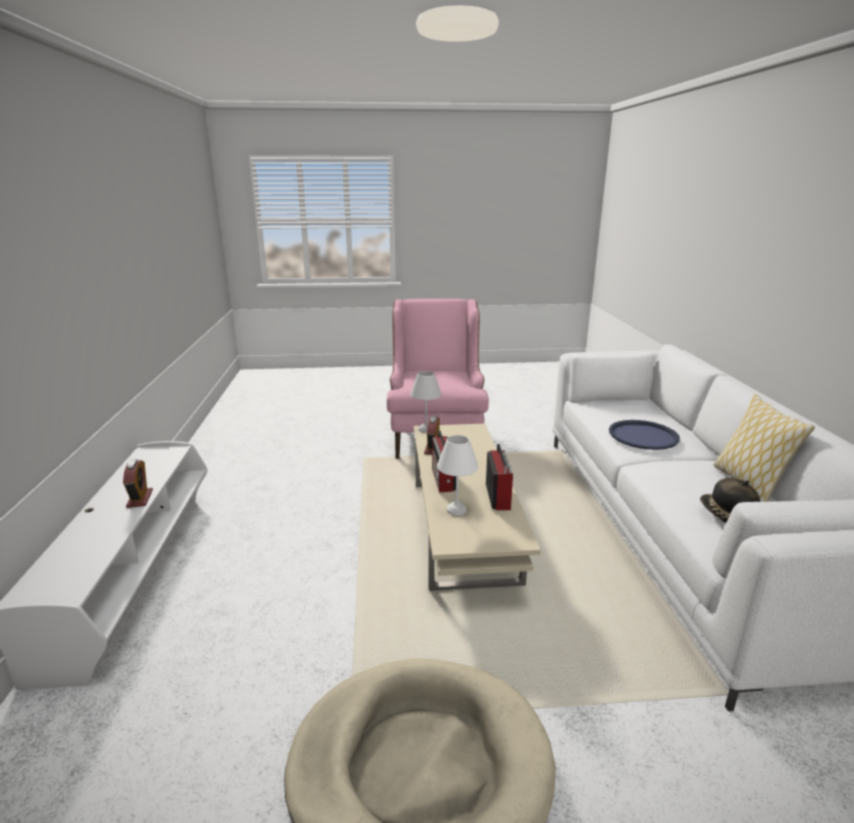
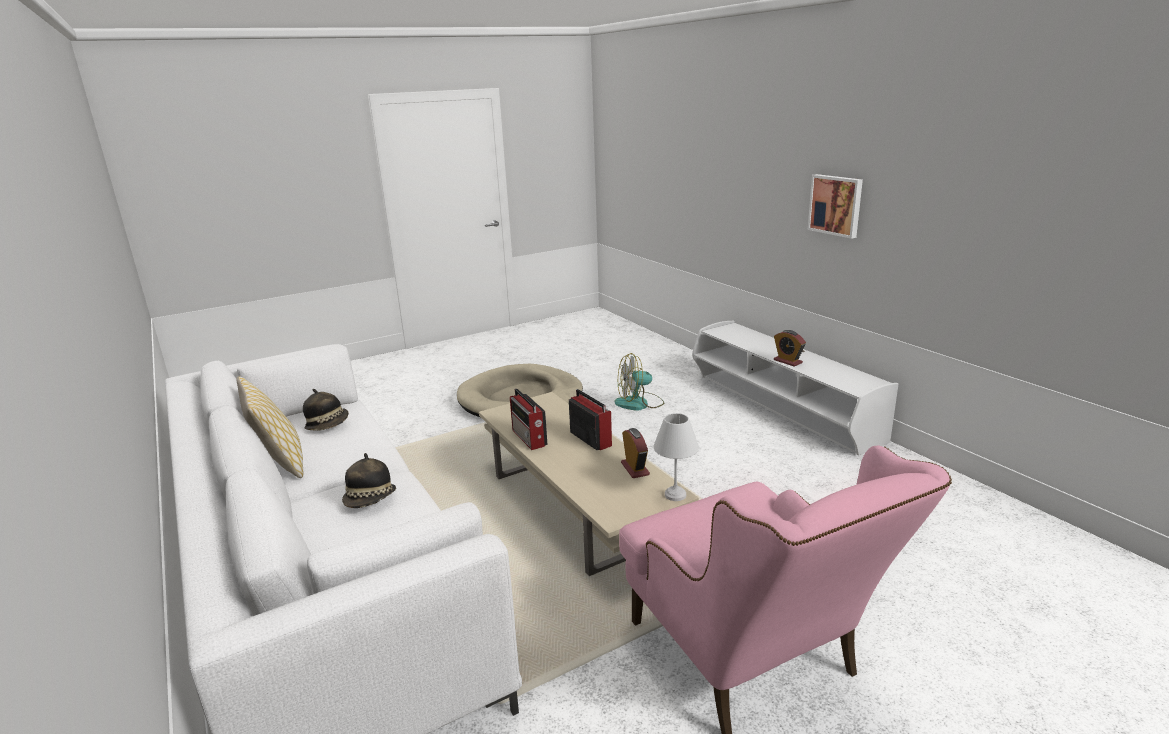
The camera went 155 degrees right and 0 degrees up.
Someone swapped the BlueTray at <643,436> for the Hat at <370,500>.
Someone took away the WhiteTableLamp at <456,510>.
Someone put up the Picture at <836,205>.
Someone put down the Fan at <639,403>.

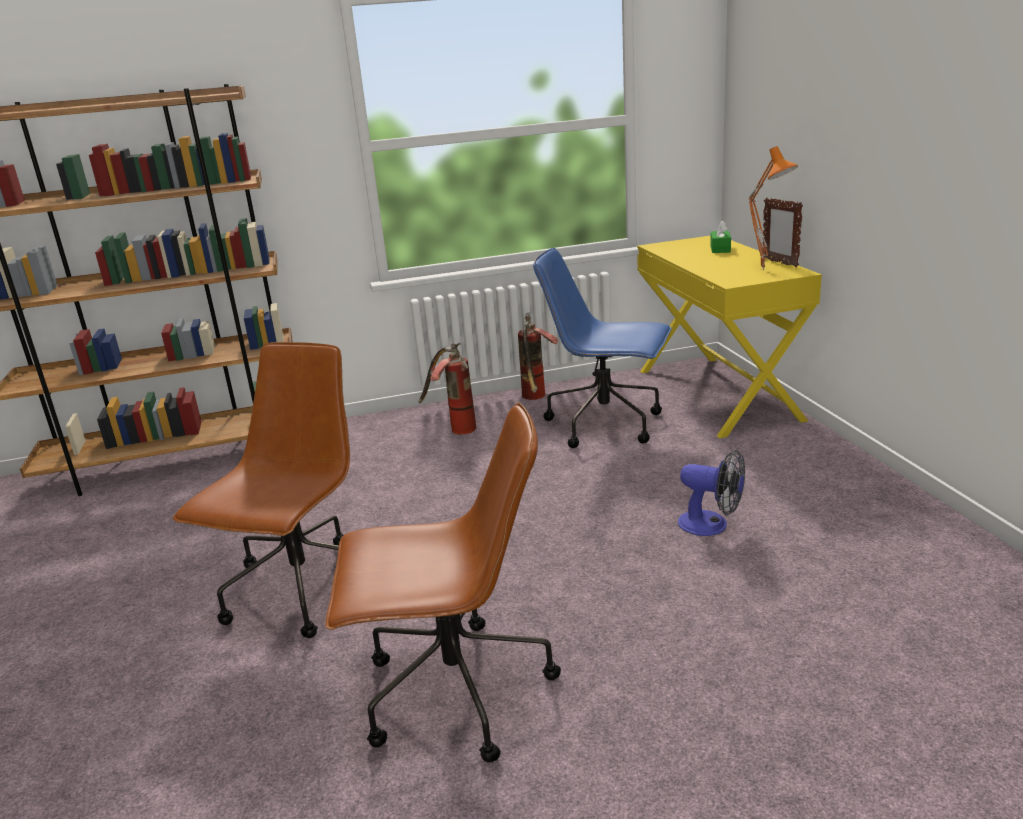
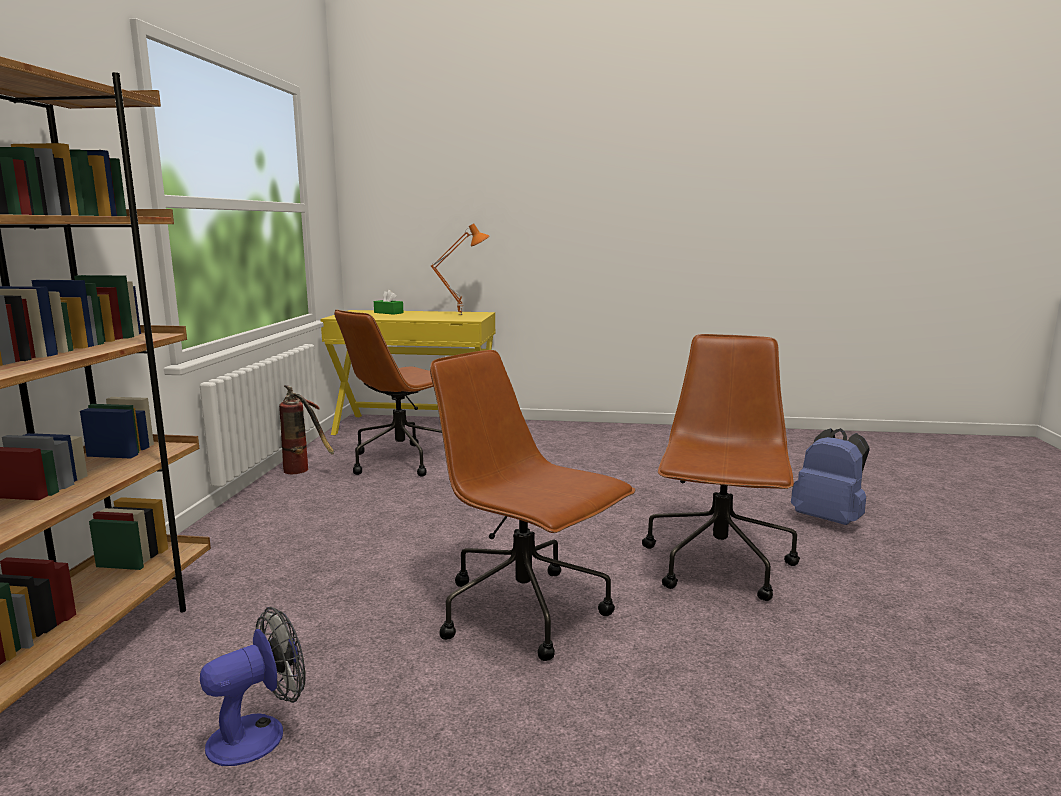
The camera went 70 degrees left and 10 degrees down.
Someone took away the PictureFrame at <779,263>.
Someone repainted the BlueOfficeChair at <606,424>, which became the BrownOfficeChair at <402,460>.
Someone took away the FireExtinguisher at <453,429>.
Someone carried the Fan from <711,525> to <259,733>.
Someone put down the BlueBackpack at <829,520>.

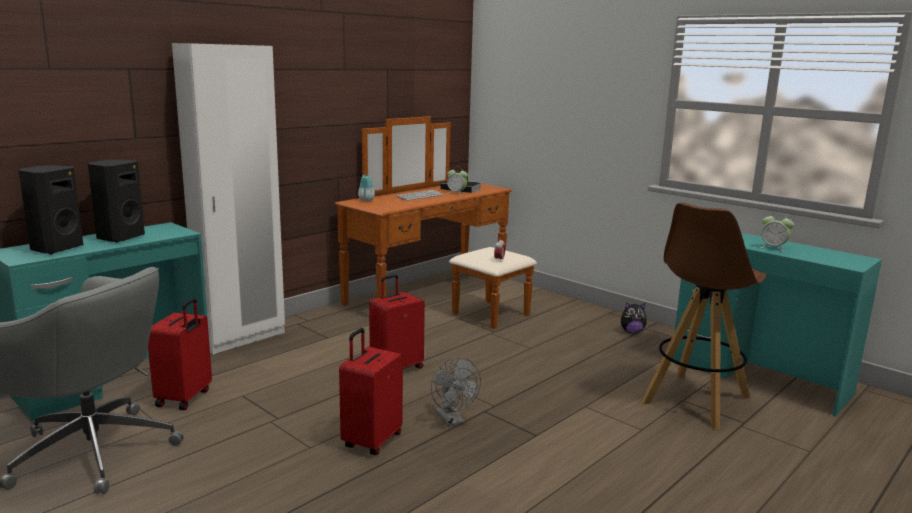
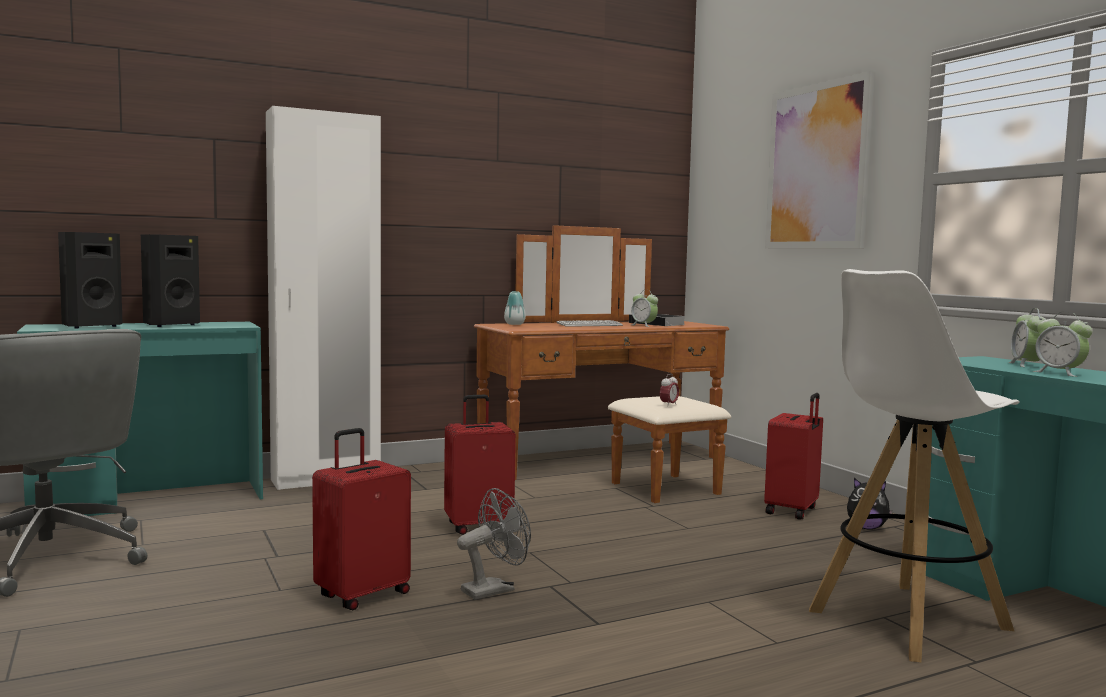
The camera went 20 degrees right and 10 degrees down.
Someone repainted the BrownStool at <695,400>, which became the WhiteStool at <906,620>.
Someone carried the RedSuitcase from <185,398> to <793,511>.
Someone rotated the GreyFan at <452,420> by 120 degrees counterclockwise.
Someone put up the Picture at <817,167>.
Someone put down the AlarmClock at <1027,365>.

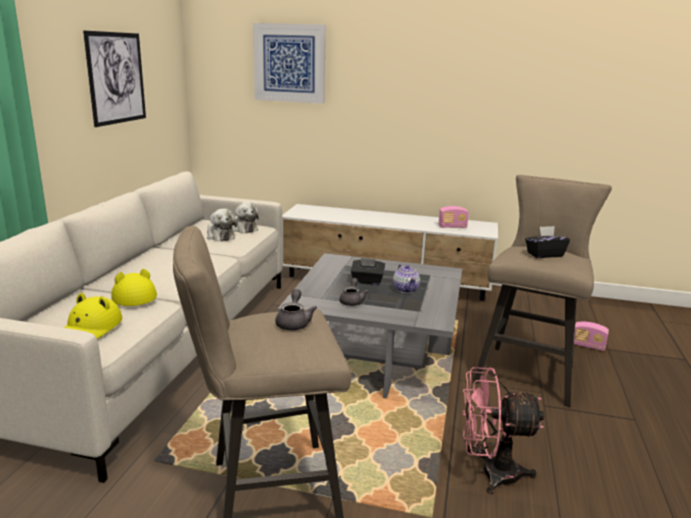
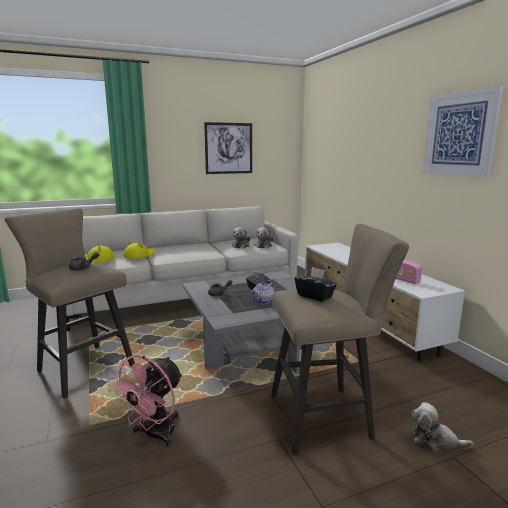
The camera went 55 degrees right and 5 degrees down.
Someone carried the Picture from <289,63> to <459,134>.
Someone swapped the Radio at <588,346> for the PlushToy at <435,441>.
Someone rotated the PinkFan at <490,473> by 120 degrees counterclockwise.

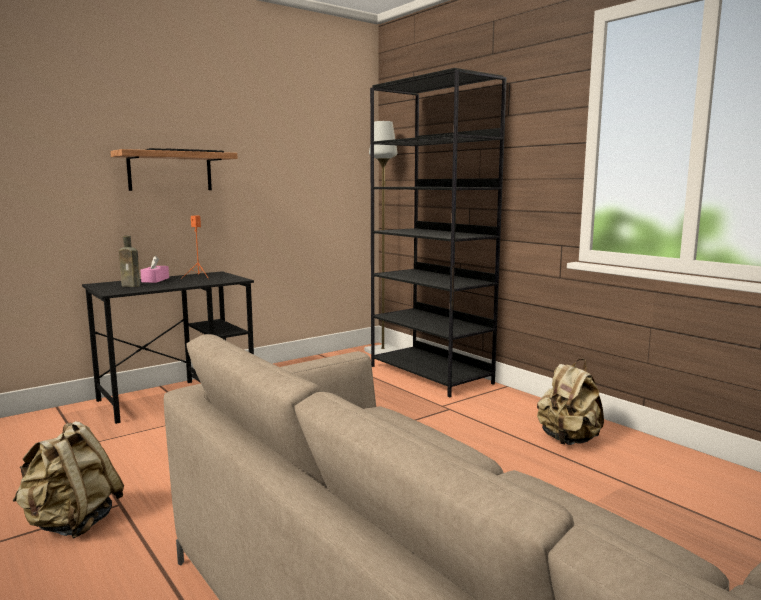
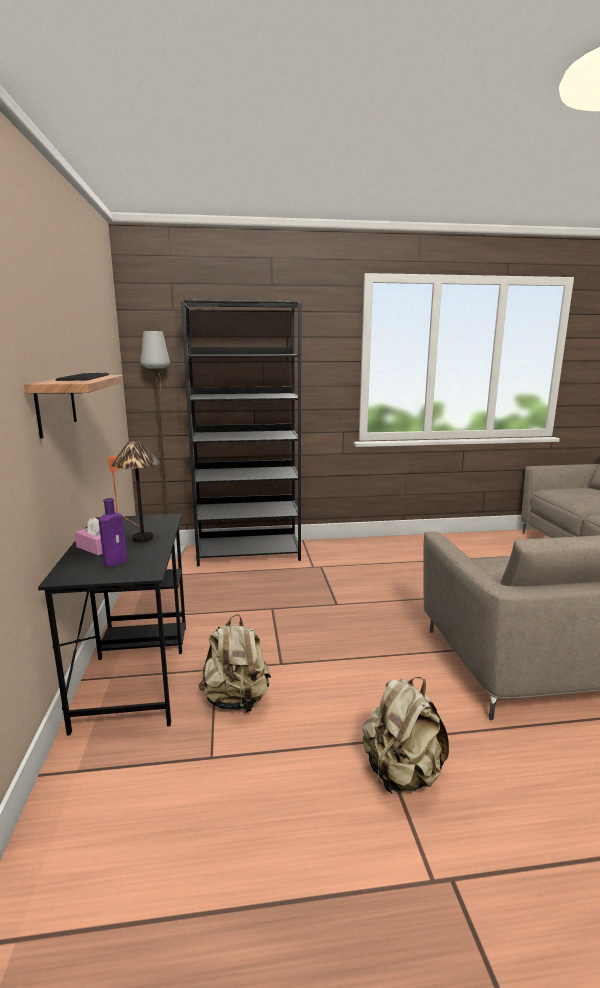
The camera went 60 degrees left and 5 degrees up.
Someone repainted the BrownBottle at <132,286>, which became the PurpleBottle at <117,561>.
Someone carried the BeigeBackpack from <568,440> to <236,700>.
Someone put down the TableLamp at <142,539>.

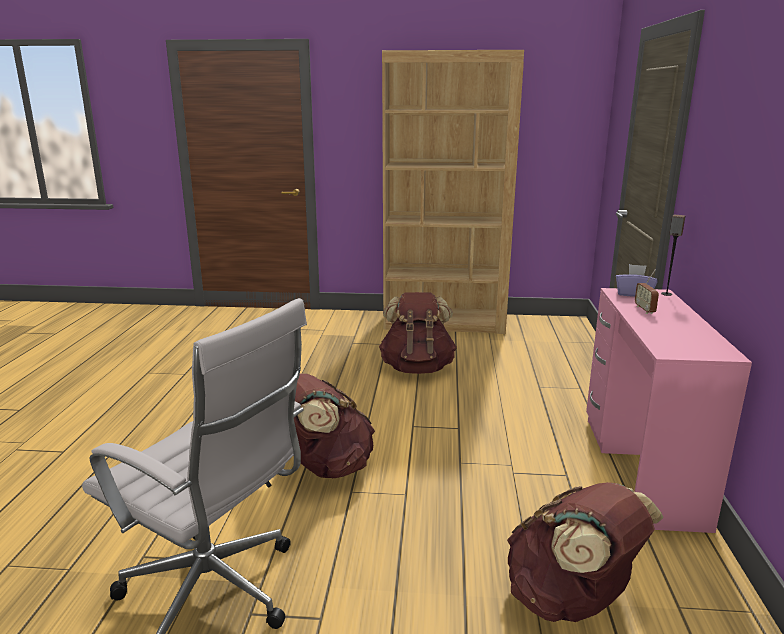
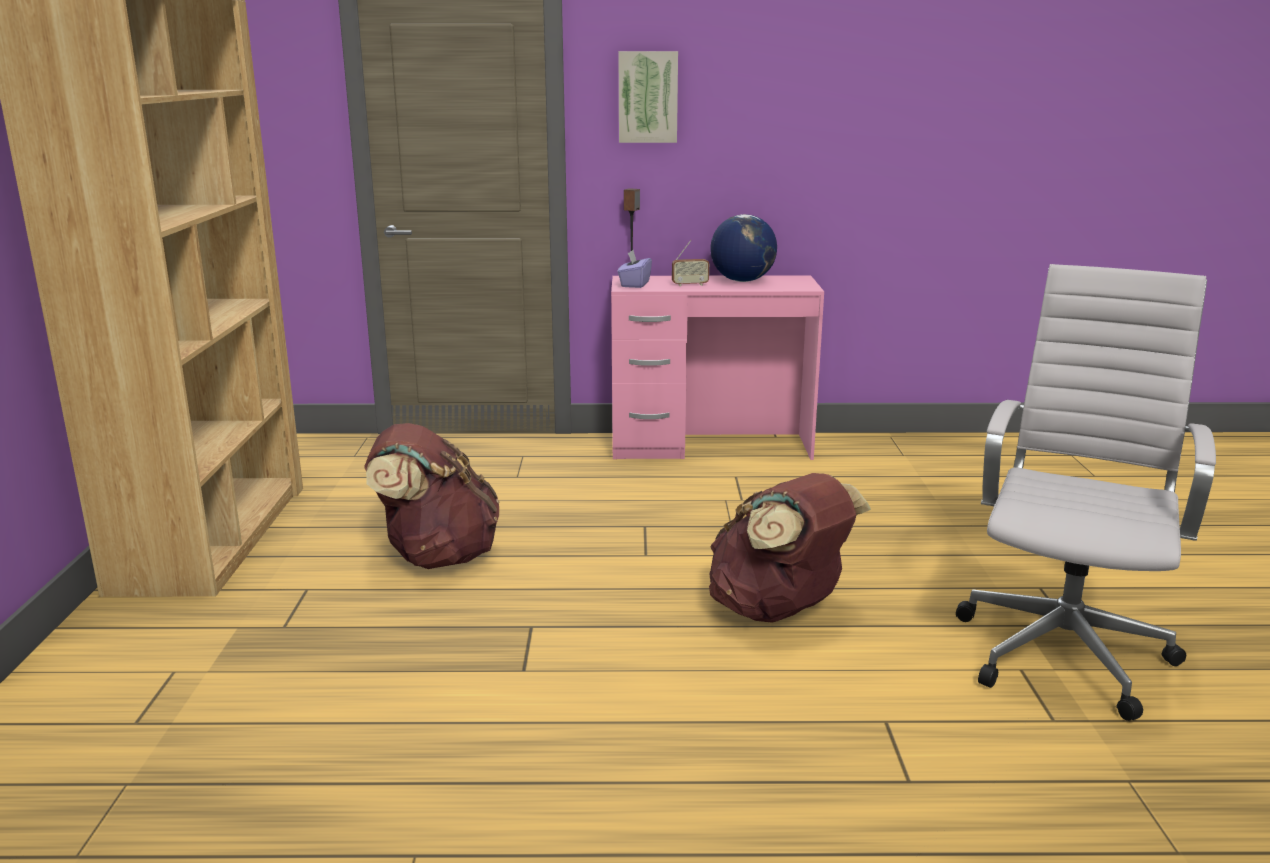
The camera went 95 degrees left and 0 degrees up.
Someone took away the BrownBackpack at <570,600>.
Someone put up the Picture at <648,97>.
Someone put down the Globe at <742,281>.

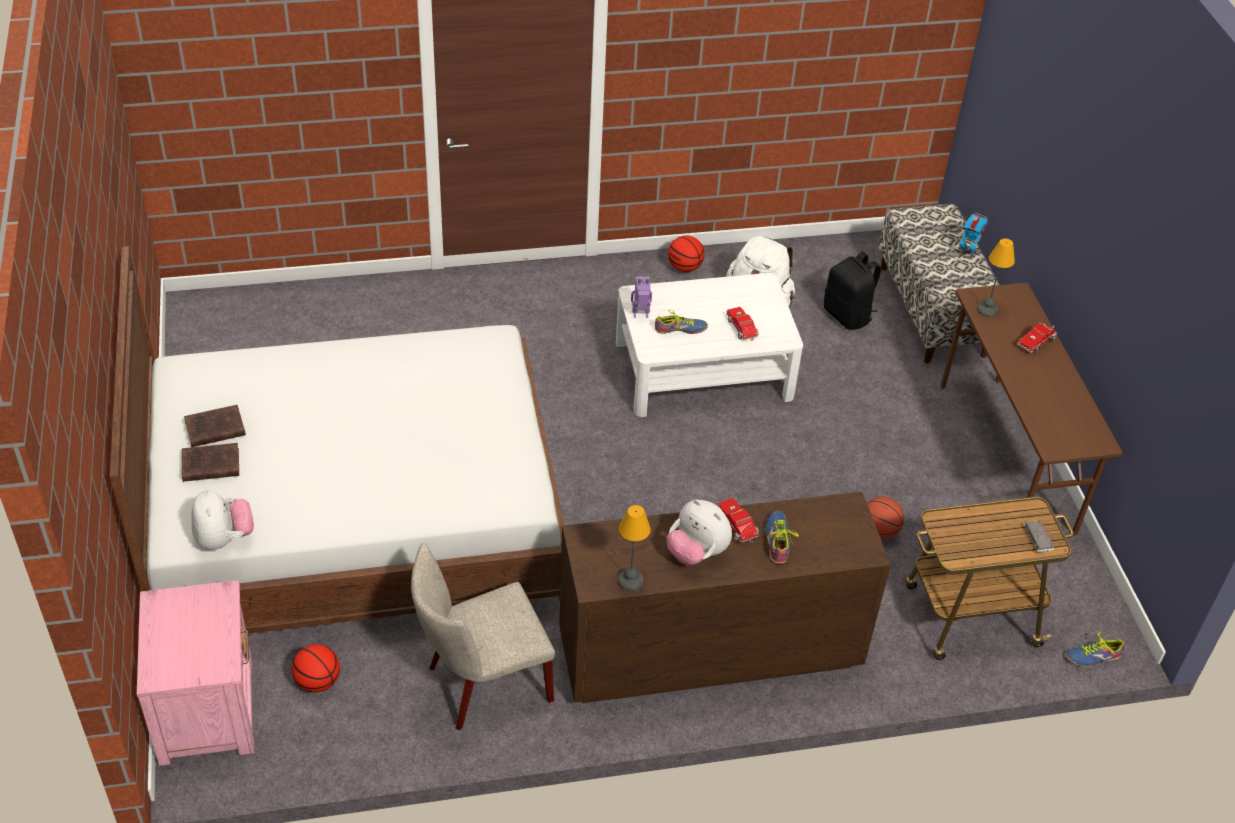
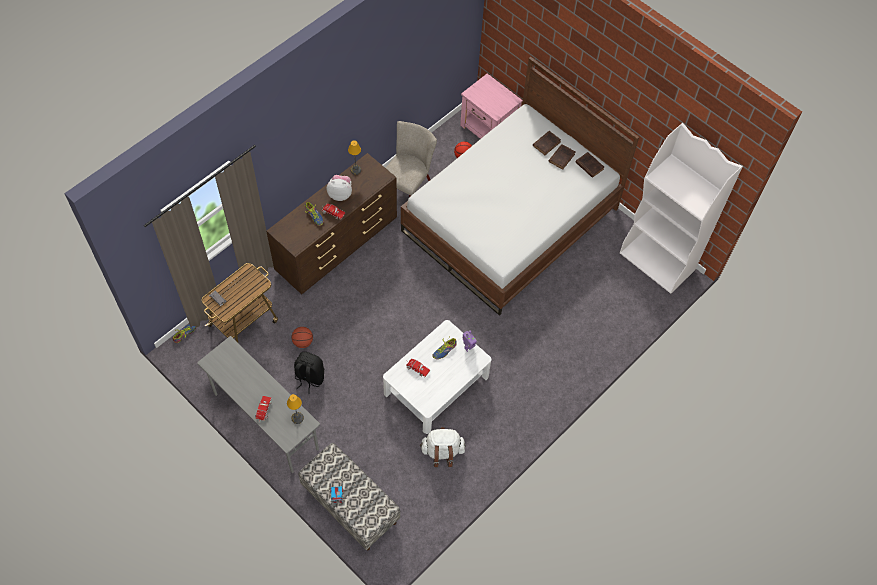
The camera went 145 degrees right and 15 degrees up.
Someone took away the Basketball at <685,267>.
Someone carried the BlackBackpack from <848,315> to <309,378>.
Someone repainted the BrownDesk at <1006,458>, which became the GreyDesk at <265,421>.
Someone took away the PlushToy at <224,538>.
Someone put down the WhiteBookcase at <657,261>.
Someone put down the BrownBook at <589,165>.

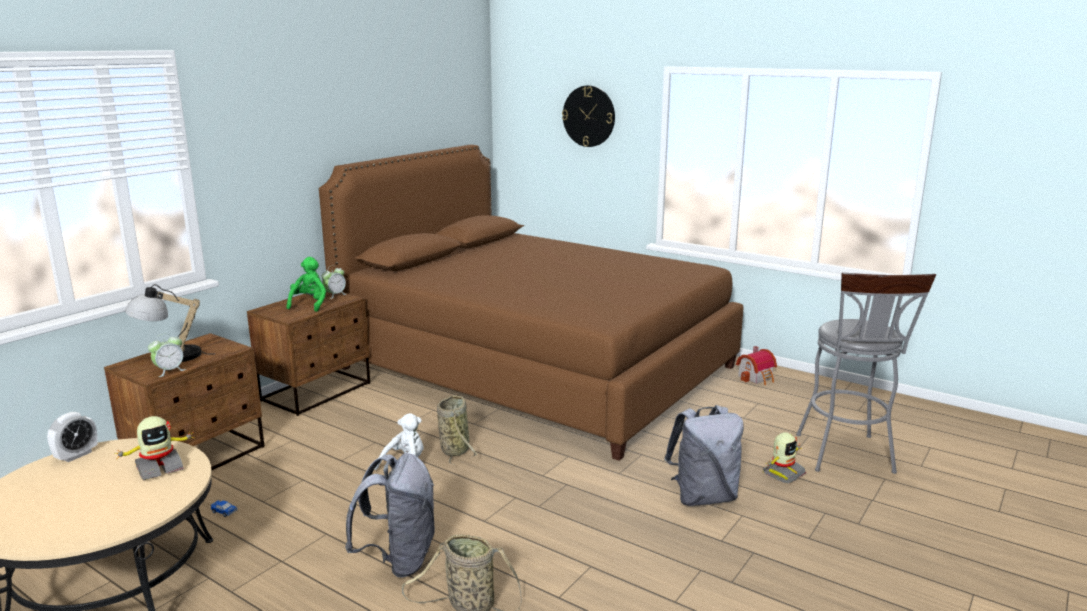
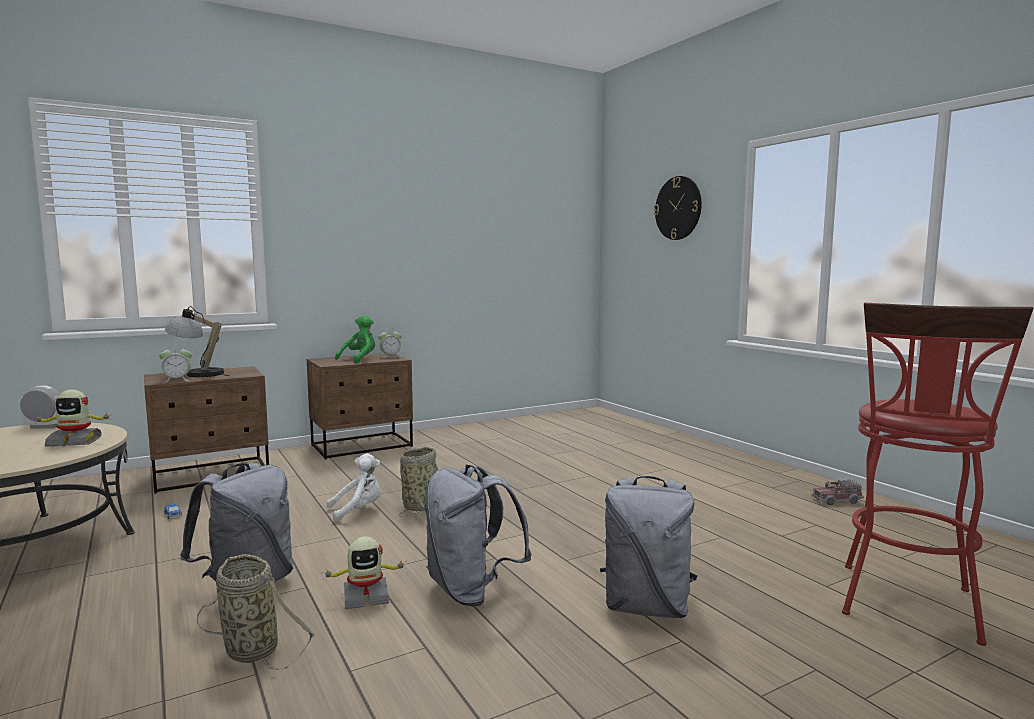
The camera went 25 degrees right and 10 degrees down.
Someone took away the BrownBed at <536,367>.
Someone repainted the GreyStool at <847,457>, which became the RedStool at <908,607>.
Someone swapped the ToyHouse at <757,377> for the ToyTruck at <836,500>.
Someone rotated the AlarmClock at <76,455> by 150 degrees counterclockwise.
Someone carried the ToyRobot from <783,473> to <365,597>.
Someone put down the GreyBackpack at <471,591>.

